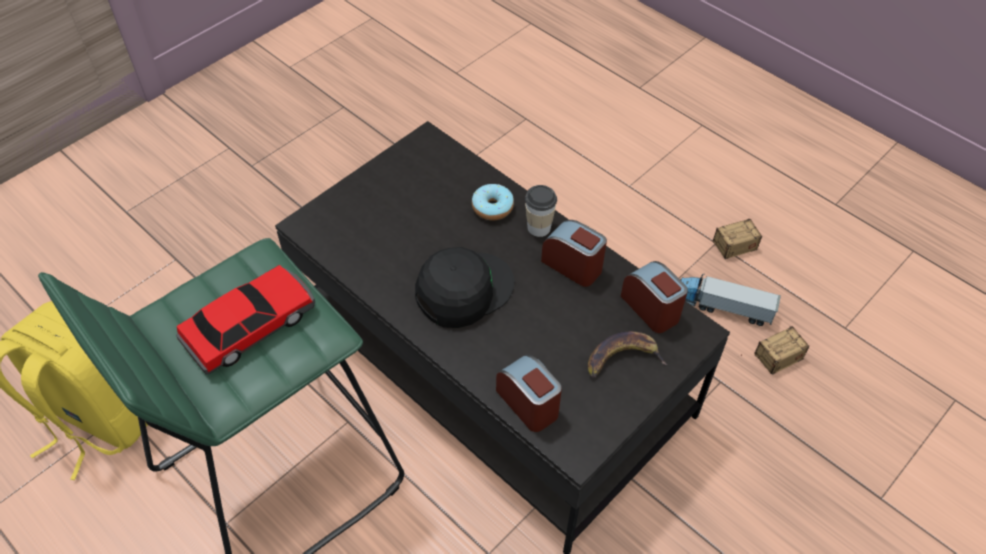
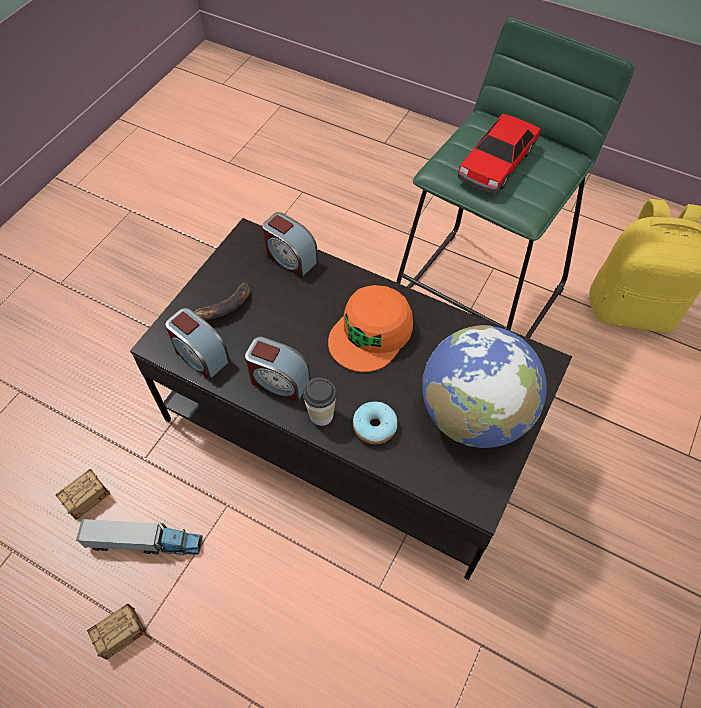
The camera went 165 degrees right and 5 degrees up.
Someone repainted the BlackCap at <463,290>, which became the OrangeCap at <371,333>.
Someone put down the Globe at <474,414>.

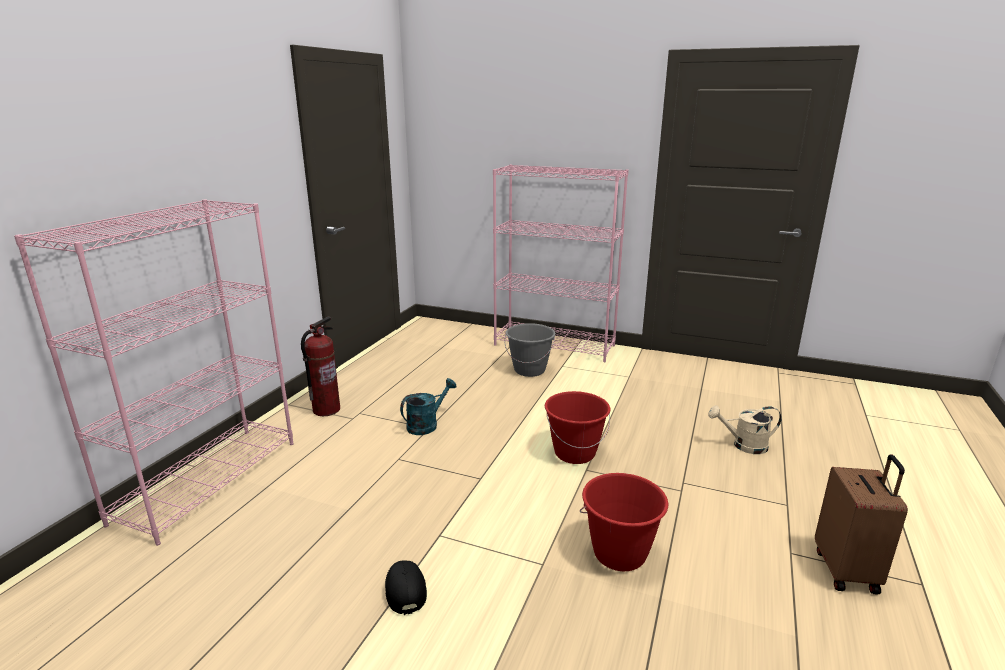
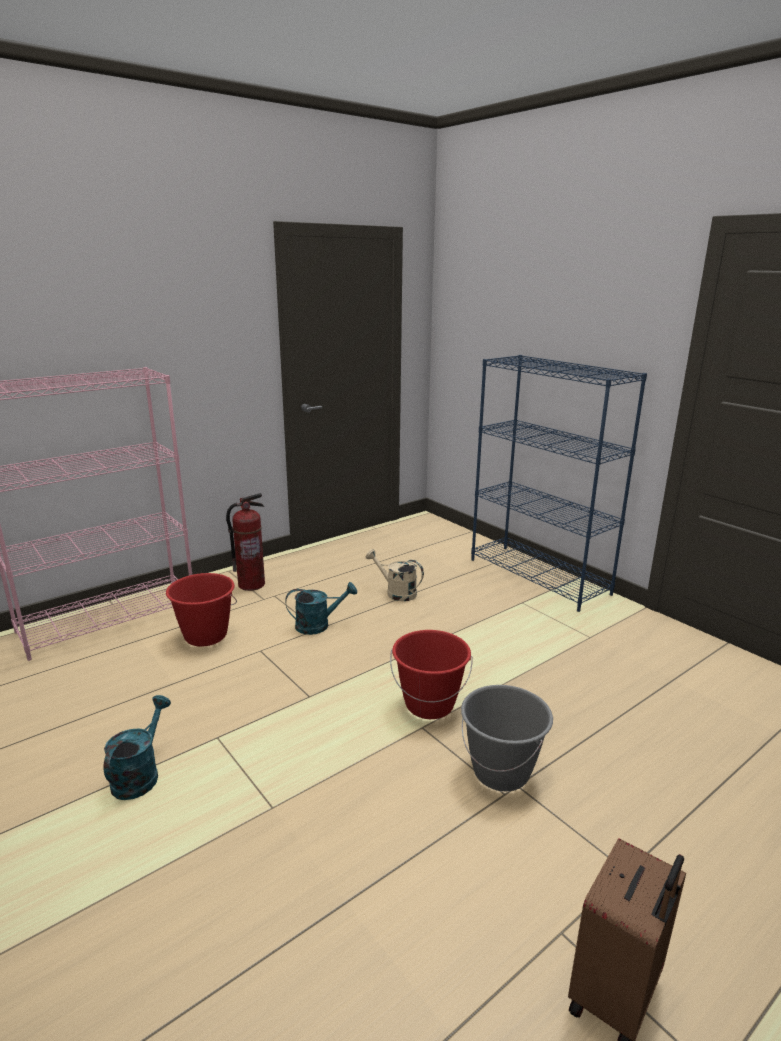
The camera went 30 degrees right and 0 degrees up.
Someone repainted the PinkBookcase at <555,345>, which became the BlueBookcase at <539,576>.
Someone carried the GreyBucket from <529,370> to <501,772>.
Someone carried the BeigeWateringCan from <743,445> to <396,592>.
Someone carried the RedBucket from <619,554> to <205,636>.
Someone swapped the BlackCap at <405,589> for the TurquoiseWateringCan at <140,774>.

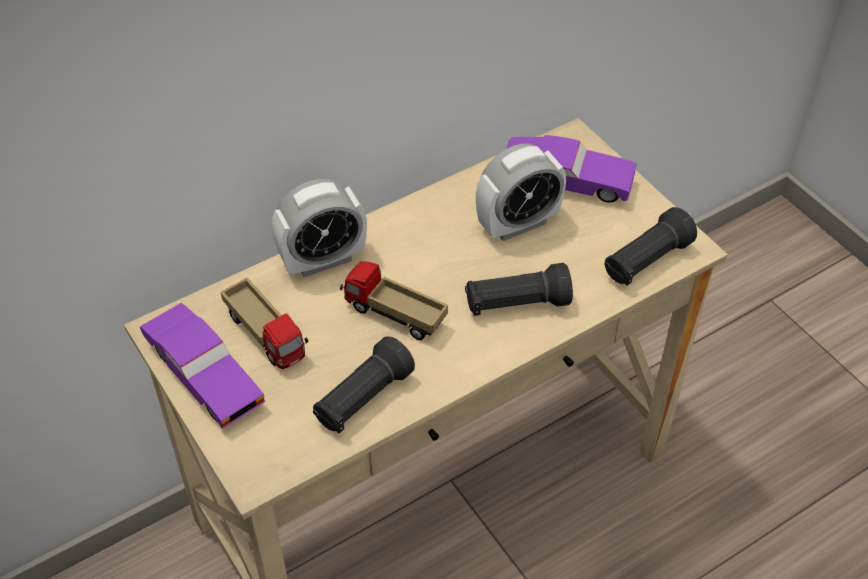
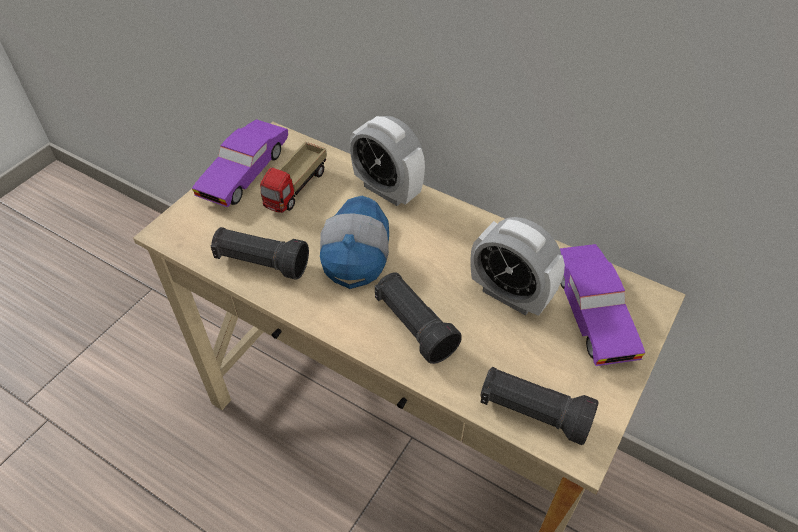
The camera went 65 degrees right and 0 degrees up.
Someone swapped the ToyTruck at <394,316> for the Cap at <354,251>.

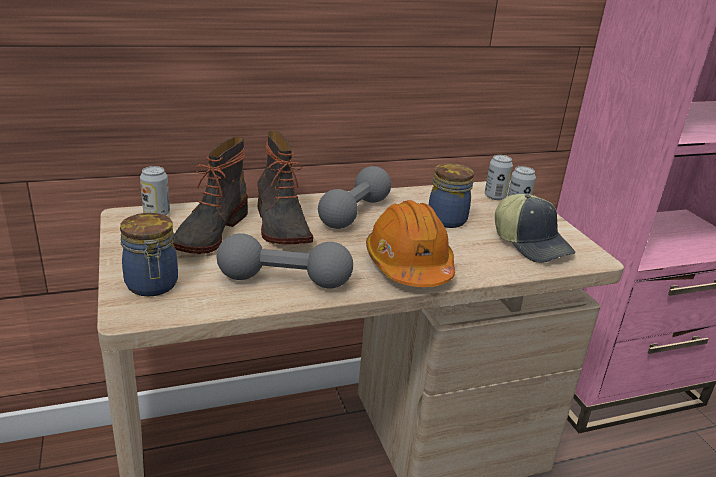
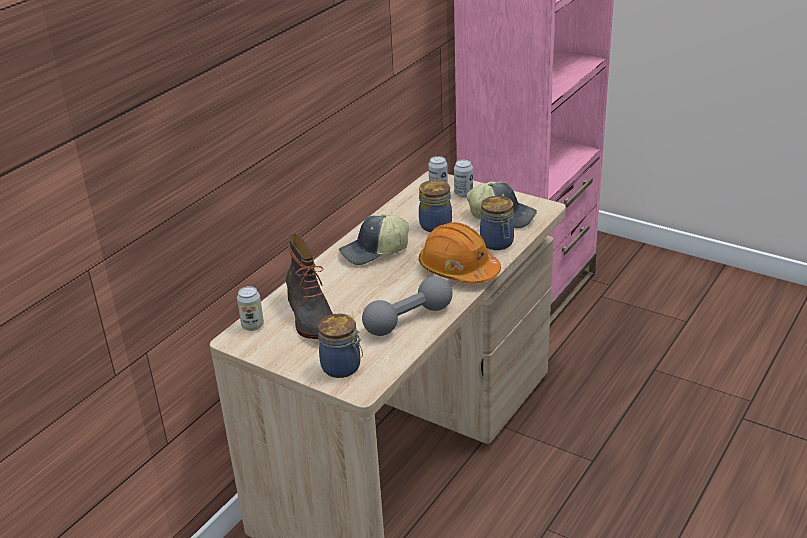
The camera went 35 degrees left and 5 degrees up.
Someone took away the Boot at <280,225>.
Someone swapped the GreyDumbbell at <354,213> for the Cap at <375,251>.
Someone put down the Jar at <497,243>.

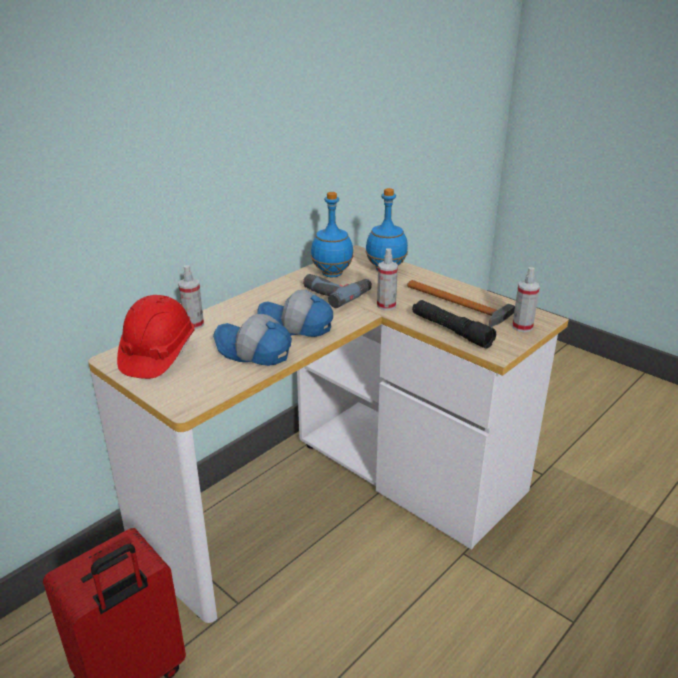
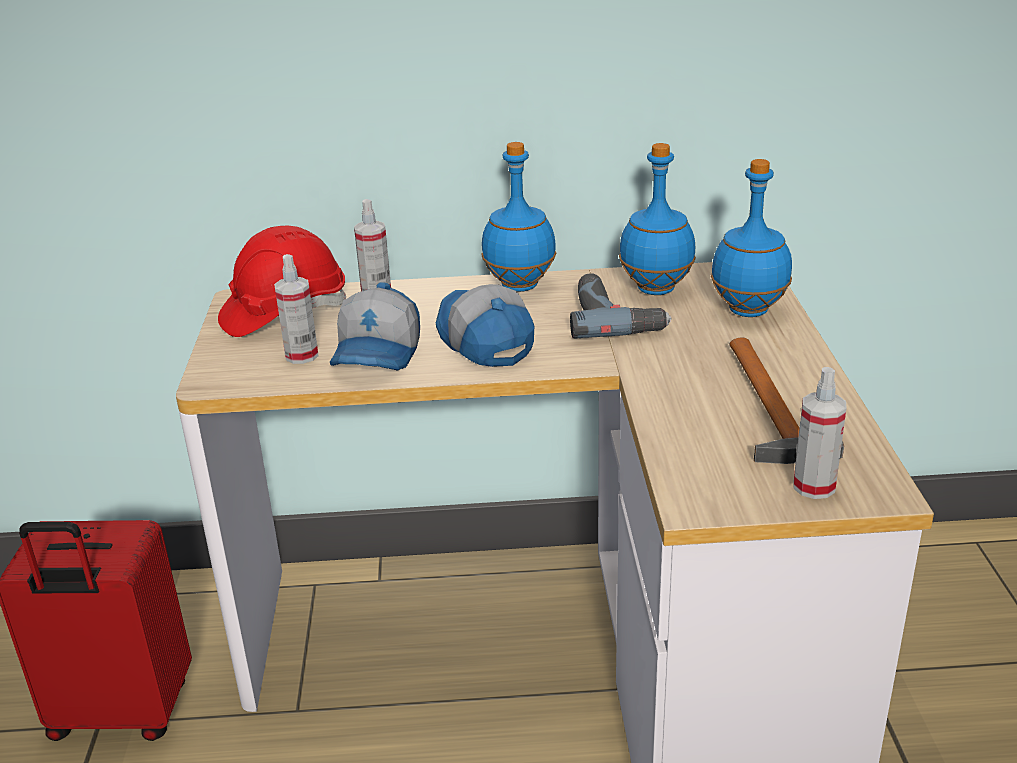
The camera went 45 degrees right and 0 degrees up.
Someone carried the SprayBottle from <386,306> to <301,355>.
Someone took away the BlackFlashlight at <451,330>.
Someone rotated the Cap at <253,352> by 150 degrees counterclockwise.
Someone put down the BlueBottle at <518,286>.

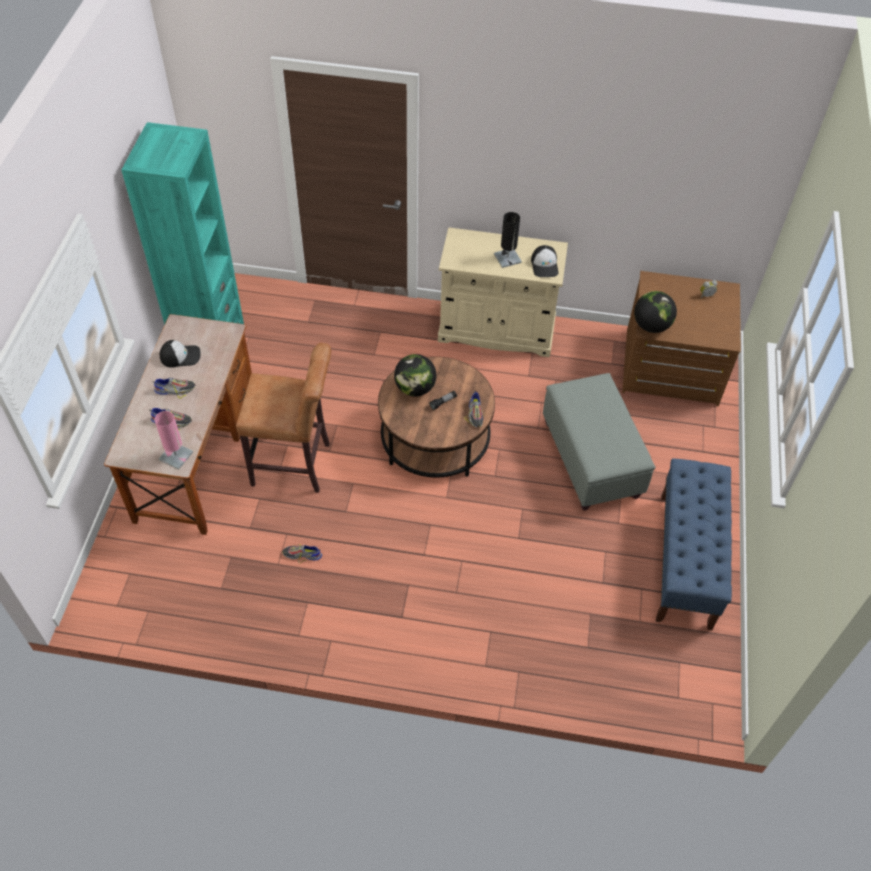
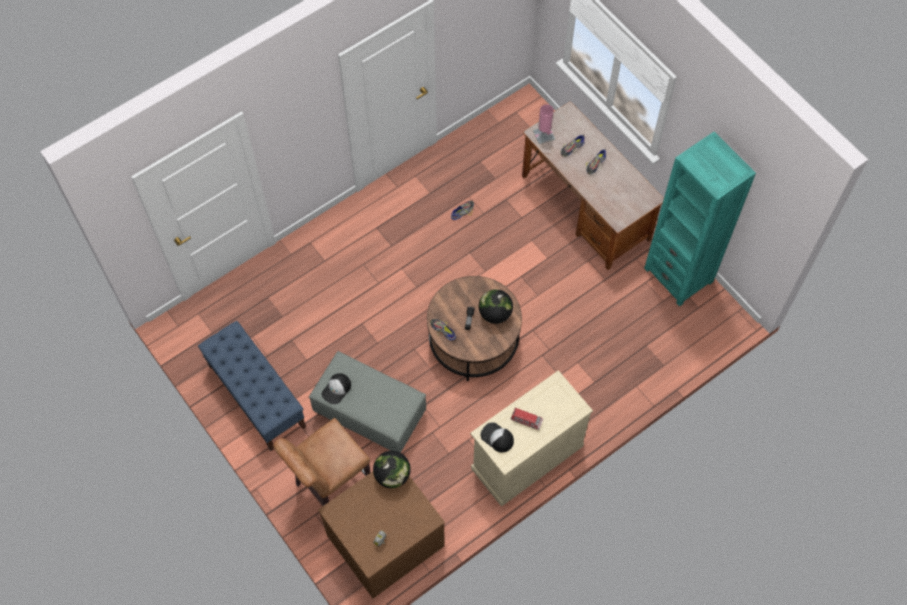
The camera went 135 degrees right and 10 degrees up.
Someone swapped the BlackTableLamp at <507,258> for the ToyCar at <526,420>.
Someone carried the Cap from <180,356> to <337,389>.
Someone carried the BrownStool from <296,465> to <330,488>.

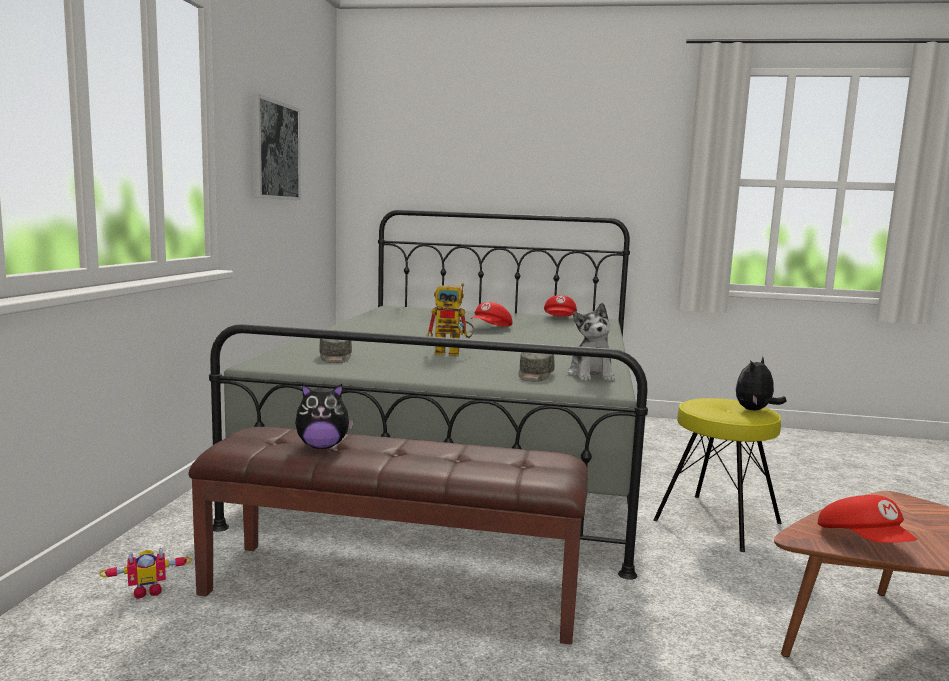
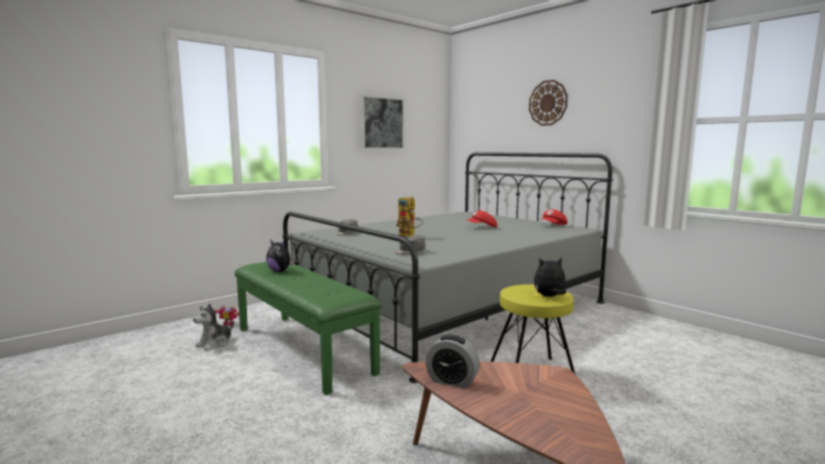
The camera went 40 degrees right and 0 degrees up.
Someone carried the PlushToy from <591,375> to <215,343>.
Someone repainted the BrownBench at <393,588>, which became the GreenBench at <303,349>.
Someone swapped the RedCap at <864,542> for the AlarmClock at <452,381>.
Someone put up the WallClock at <548,103>.

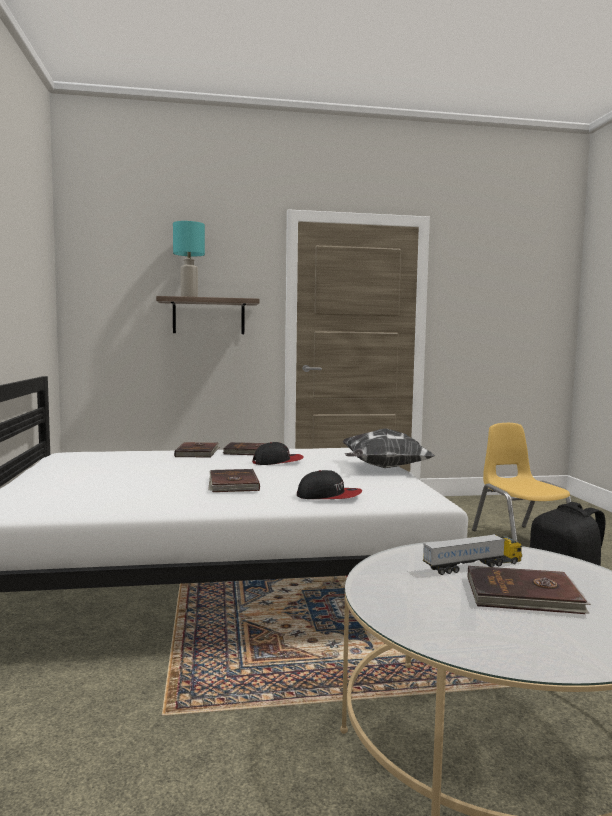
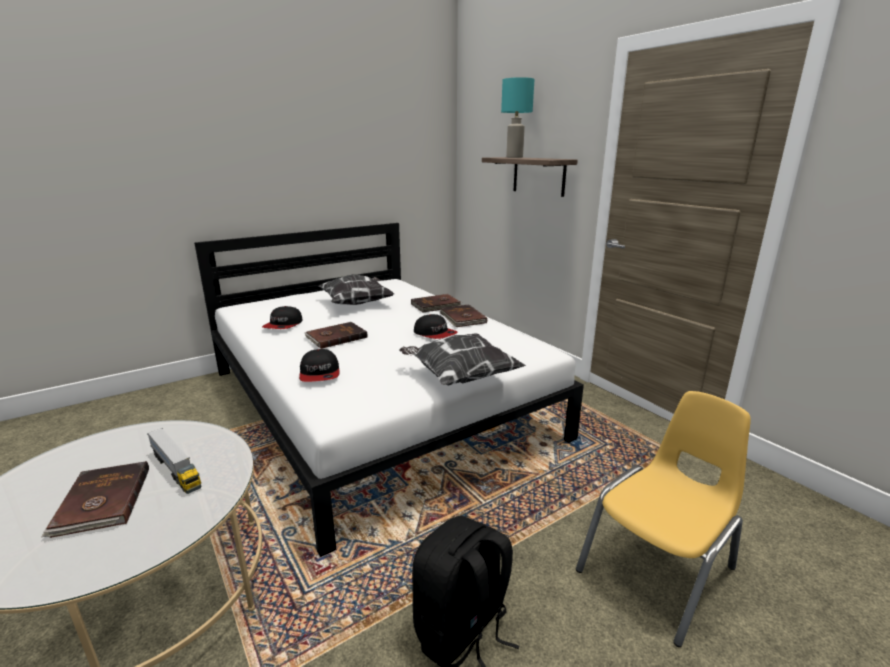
The camera went 65 degrees right and 15 degrees up.
Someone put down the Pillow at <357,303>.
Someone put down the Cap at <283,325>.

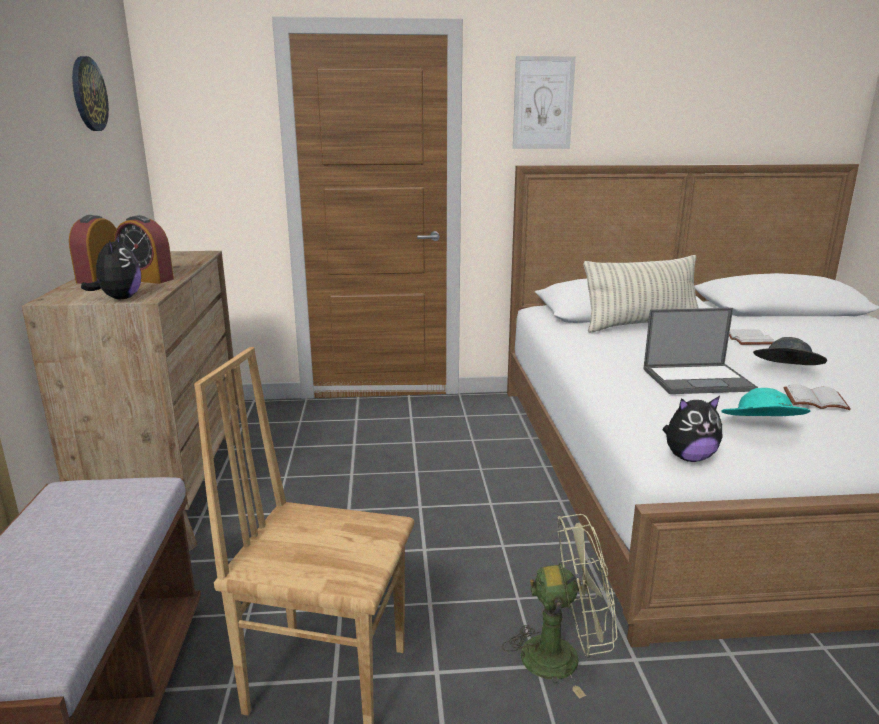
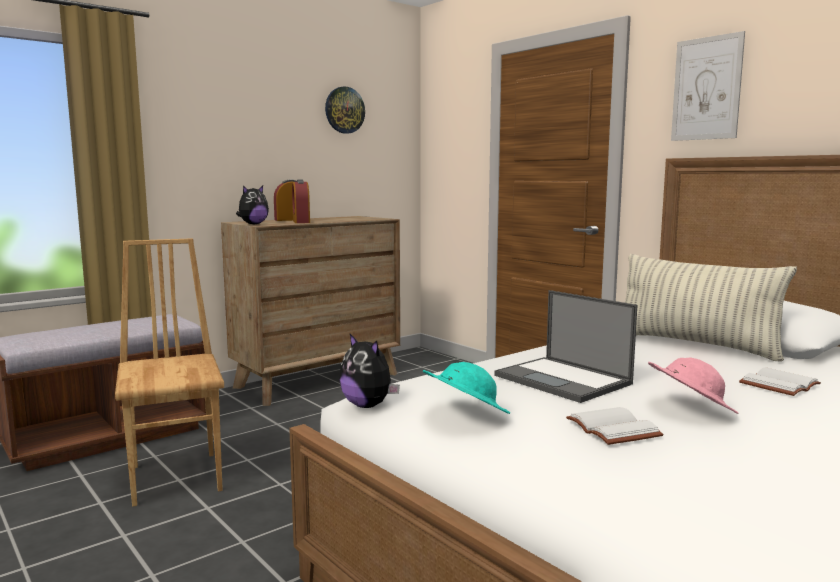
The camera went 55 degrees right and 10 degrees down.
Someone repainted the GreyHat at <785,371>, which became the PinkHat at <689,409>.
Someone took away the GreenFan at <563,656>.

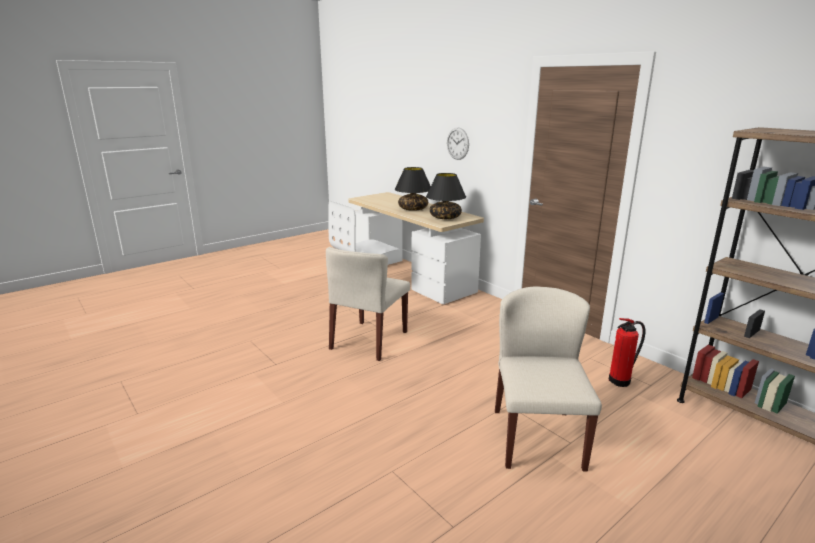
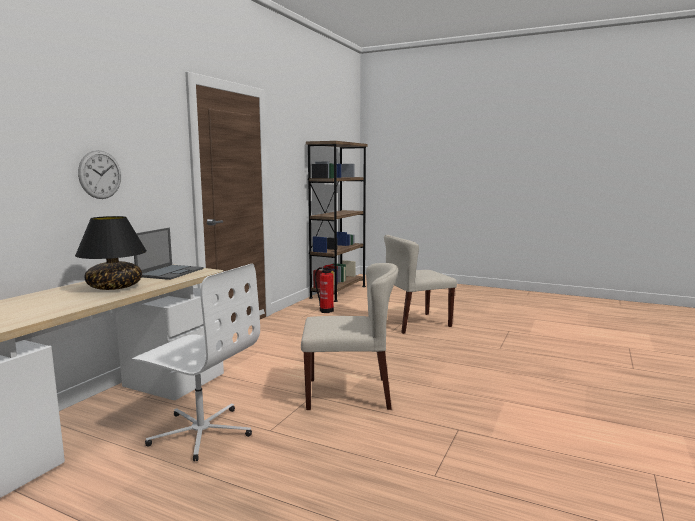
The camera went 115 degrees left and 10 degrees down.
Someone swapped the BlackTableLamp at <445,217> for the Laptop at <170,272>.

